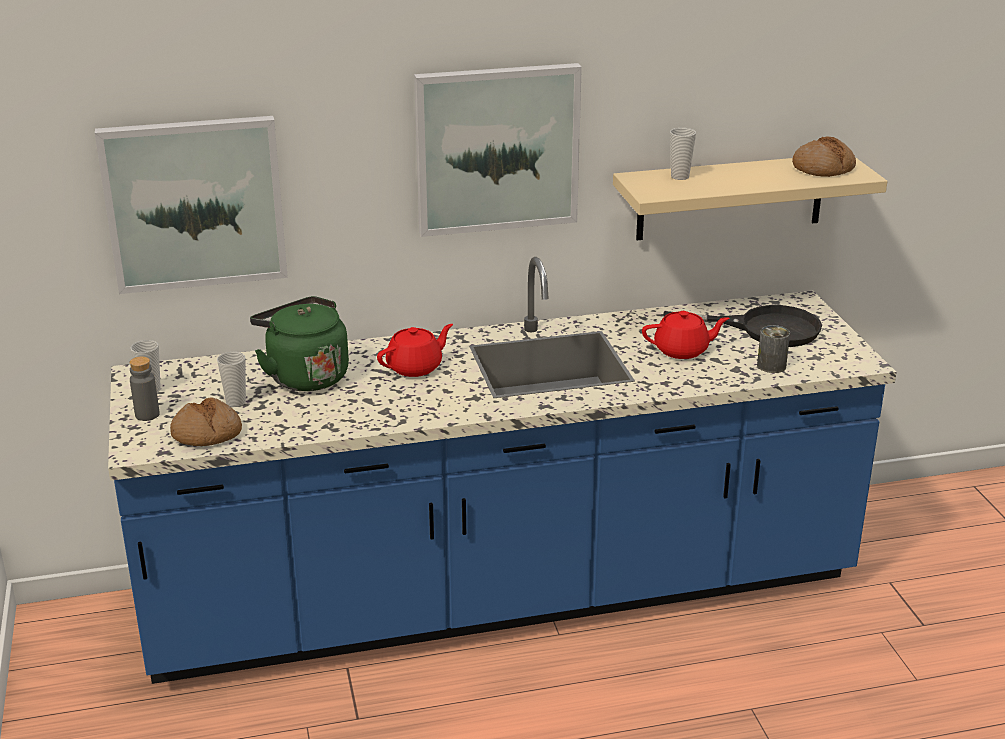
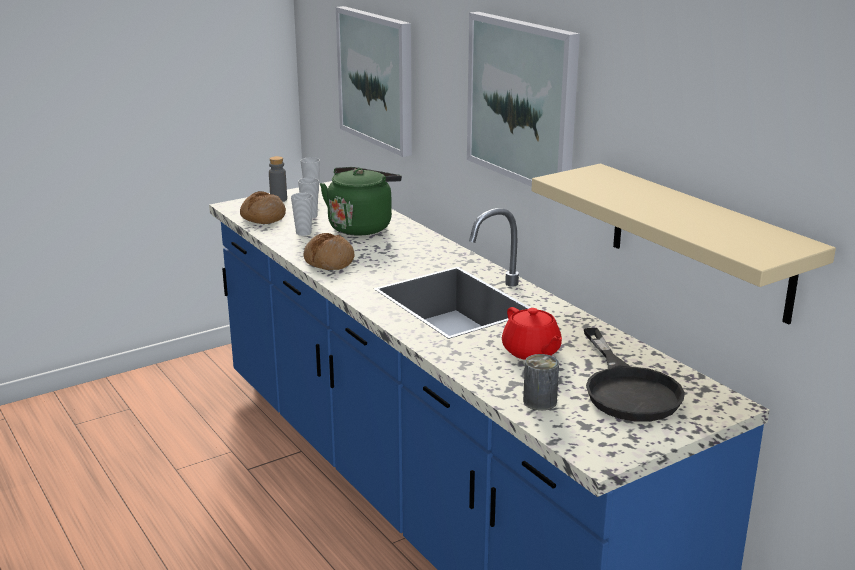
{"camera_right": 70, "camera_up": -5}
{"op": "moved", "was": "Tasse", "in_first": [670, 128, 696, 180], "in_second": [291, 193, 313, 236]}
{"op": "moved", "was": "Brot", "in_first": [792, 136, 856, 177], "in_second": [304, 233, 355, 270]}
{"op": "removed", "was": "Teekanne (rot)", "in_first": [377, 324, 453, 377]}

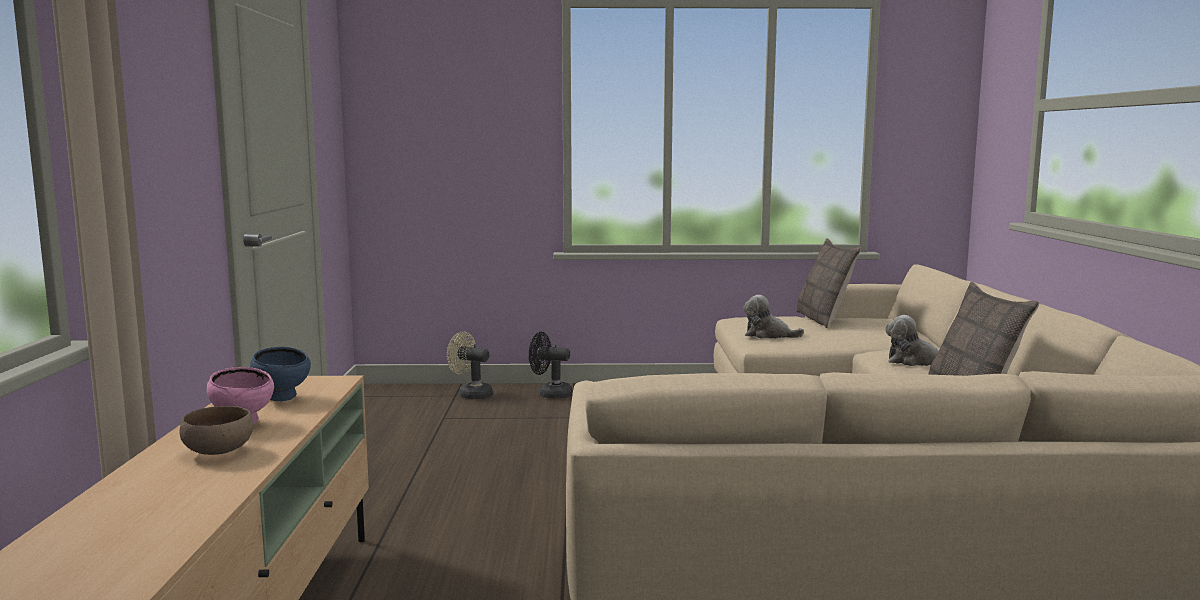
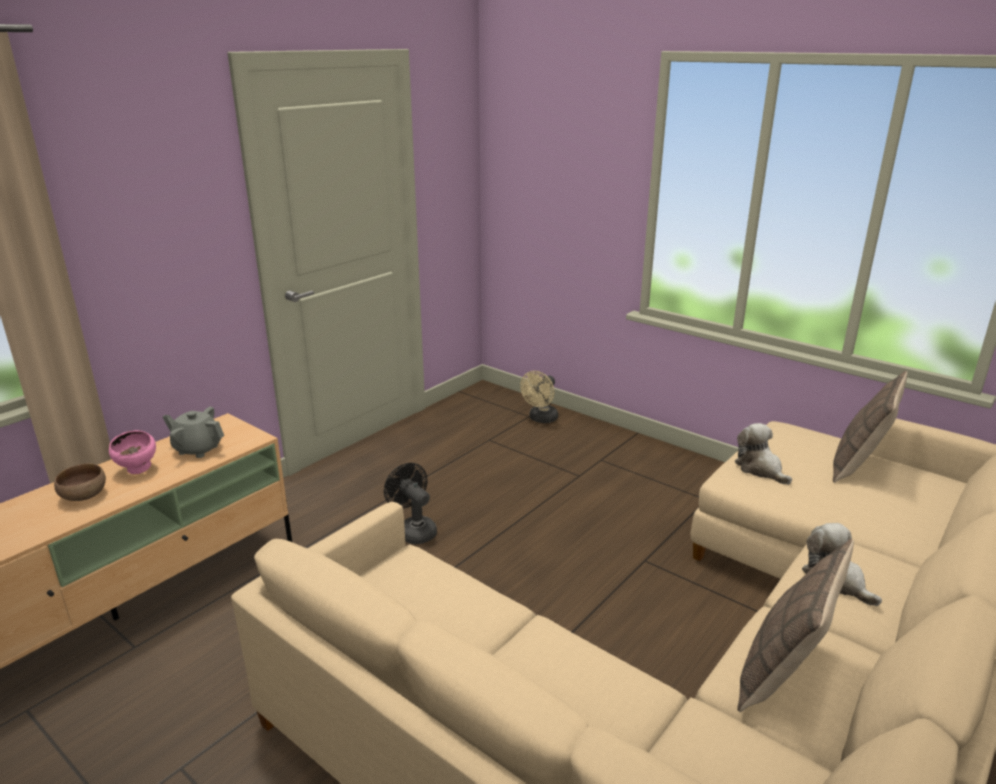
{"camera_right": 40, "camera_up": 15}
{"op": "replaced", "was": "Schüssel (blau)", "now": "Teekanne (grau)", "in_first": [250, 347, 311, 401], "in_second": [163, 407, 224, 458]}
{"op": "moved", "was": "Ventilator (schwarz)", "in_first": [529, 332, 573, 399], "in_second": [384, 463, 437, 544]}
{"op": "turned", "was": "Ventilator (beige)", "in_first": [447, 331, 493, 399], "in_second": [520, 371, 558, 423], "clockwise": -120}

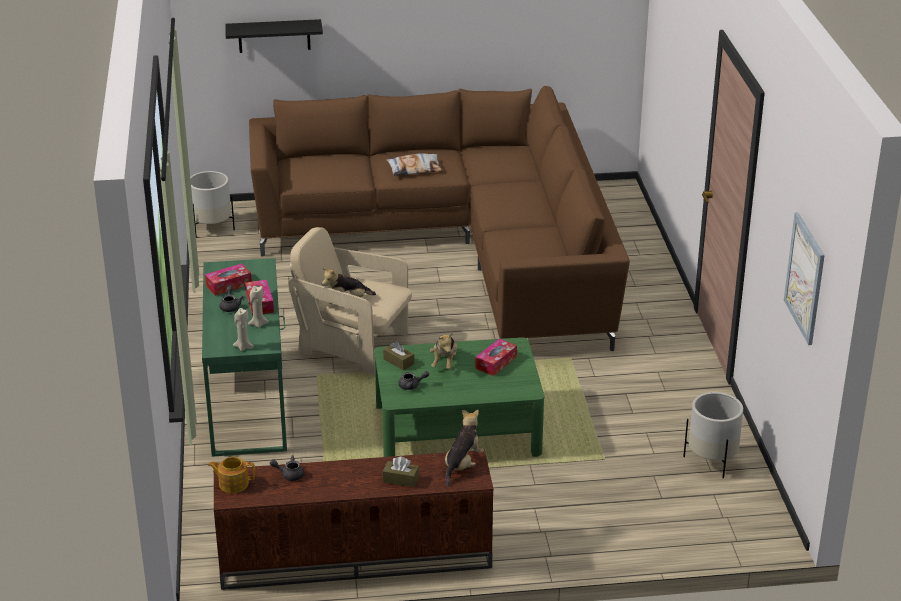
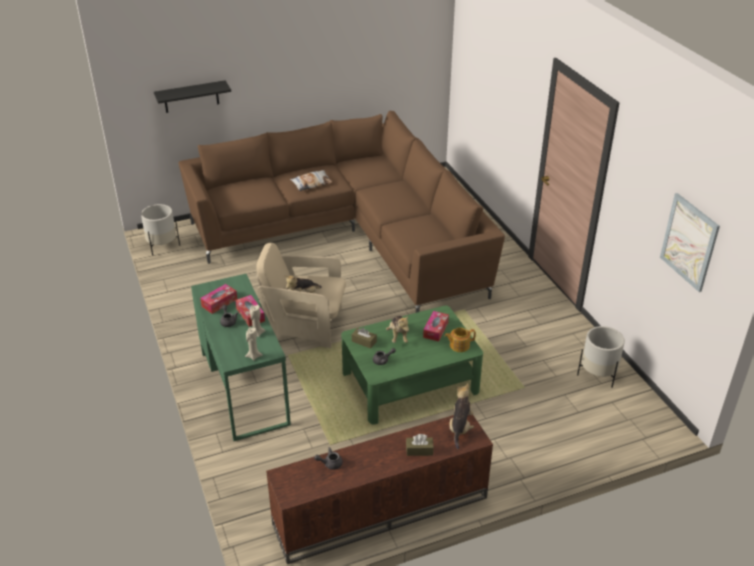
{"camera_right": -15, "camera_up": 5}
{"op": "moved", "was": "Teekanne", "in_first": [208, 457, 255, 493], "in_second": [444, 327, 476, 352]}

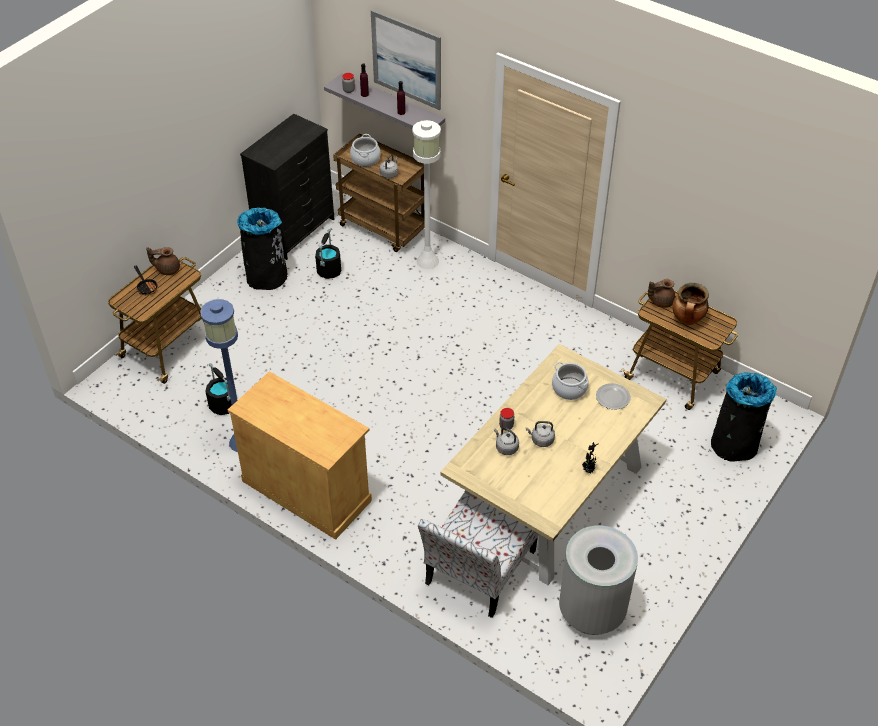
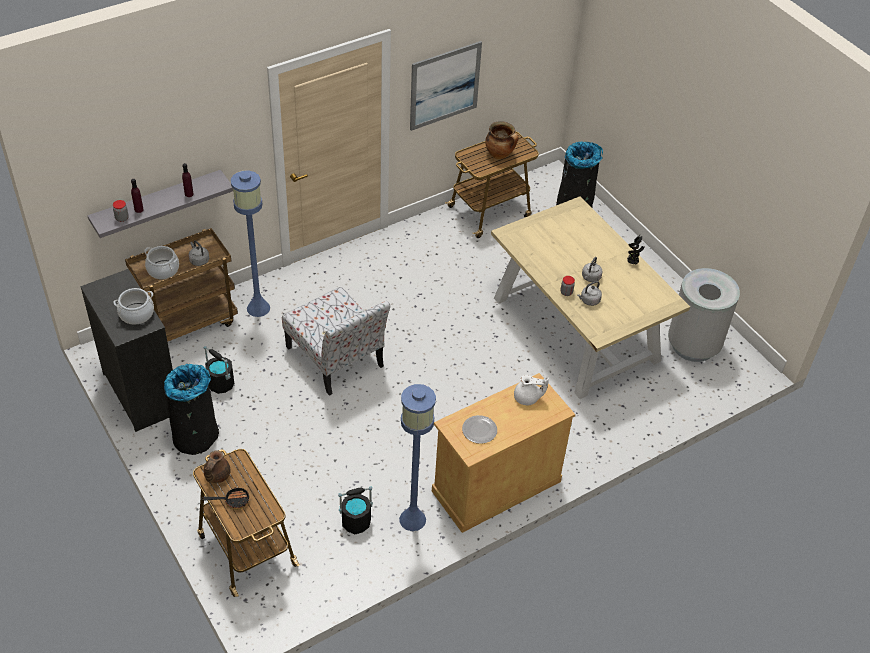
{"camera_right": -70, "camera_up": 0}
{"op": "moved", "was": "Kochtopf", "in_first": [552, 362, 589, 400], "in_second": [113, 288, 154, 325]}
{"op": "recoloured", "was": "Stehlampe (weiß)", "now": "Stehlampe (blau)", "in_first": [412, 120, 441, 269], "in_second": [231, 171, 270, 317]}
{"op": "moved", "was": "Stuhl", "in_first": [418, 493, 538, 618], "in_second": [282, 287, 390, 396]}
{"op": "moved", "was": "Bild", "in_first": [371, 10, 441, 110], "in_second": [410, 41, 482, 131]}
{"op": "moved", "was": "Teller", "in_first": [596, 383, 631, 410], "in_second": [462, 415, 497, 444]}
{"op": "added", "now": "Teekanne (weiß)", "in_second": [514, 375, 549, 405]}
{"op": "removed", "was": "Teekanne (braun)", "in_first": [648, 279, 675, 308]}

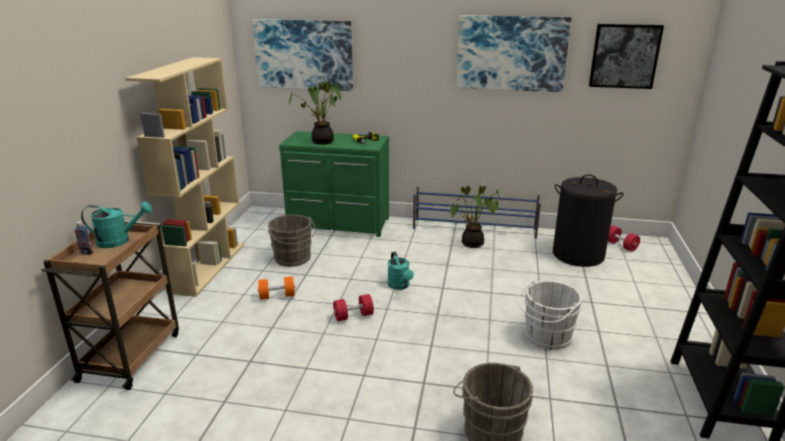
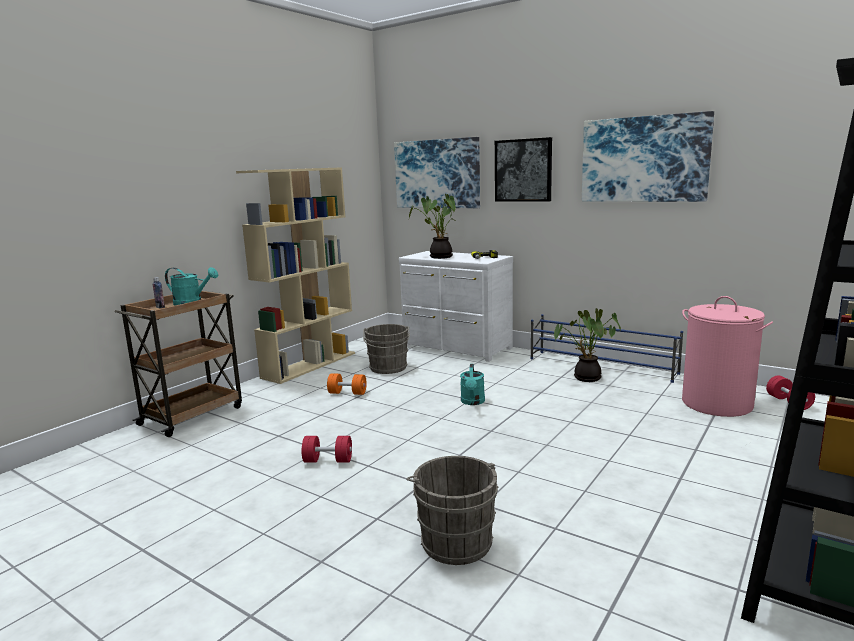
{"camera_right": 25, "camera_up": -10}
{"op": "moved", "was": "Hantel (rot)", "in_first": [333, 294, 374, 321], "in_second": [302, 436, 352, 462]}
{"op": "recoloured", "was": "Kommode (grün)", "now": "Kommode (weiß)", "in_first": [279, 131, 389, 237], "in_second": [399, 251, 513, 362]}
{"op": "moved", "was": "Bild", "in_first": [589, 24, 664, 89], "in_second": [495, 137, 552, 202]}
{"op": "recoloured", "was": "Wäschekorb (schwarz)", "now": "Wäschekorb (rosa)", "in_first": [553, 174, 624, 267], "in_second": [682, 296, 773, 417]}
{"op": "removed", "was": "Eimer (weiß)", "in_first": [518, 280, 582, 350]}

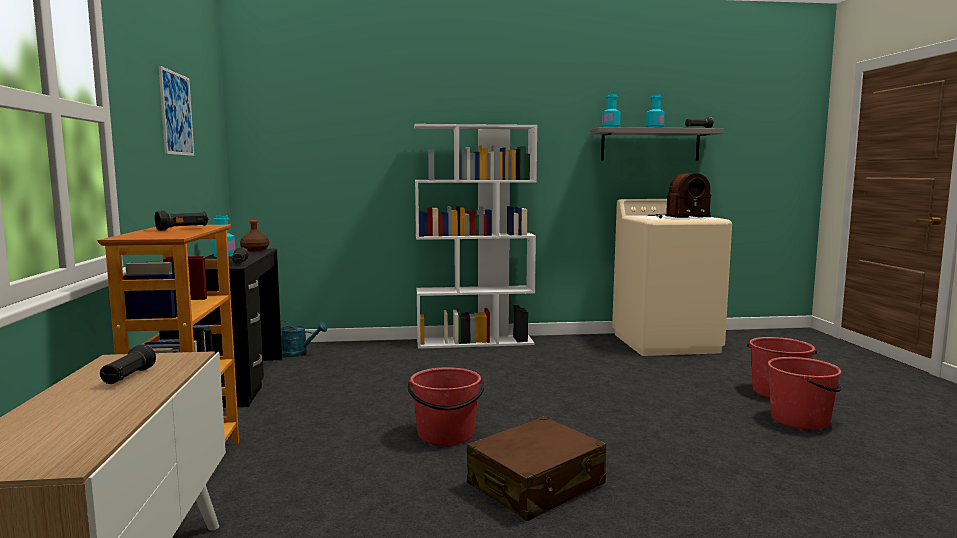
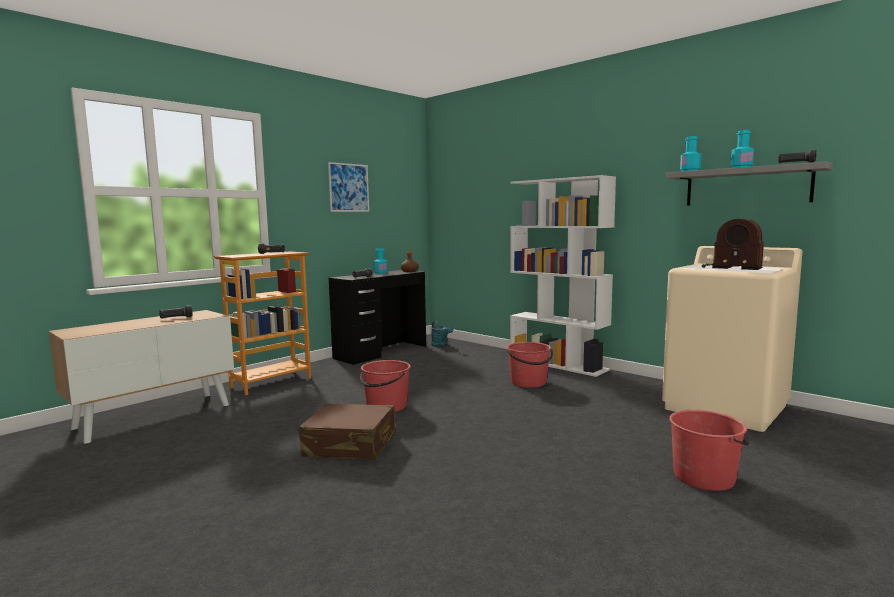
{"camera_right": 50, "camera_up": 0}
{"op": "moved", "was": "Eimer (rot)", "in_first": [768, 357, 842, 430], "in_second": [507, 342, 553, 388]}

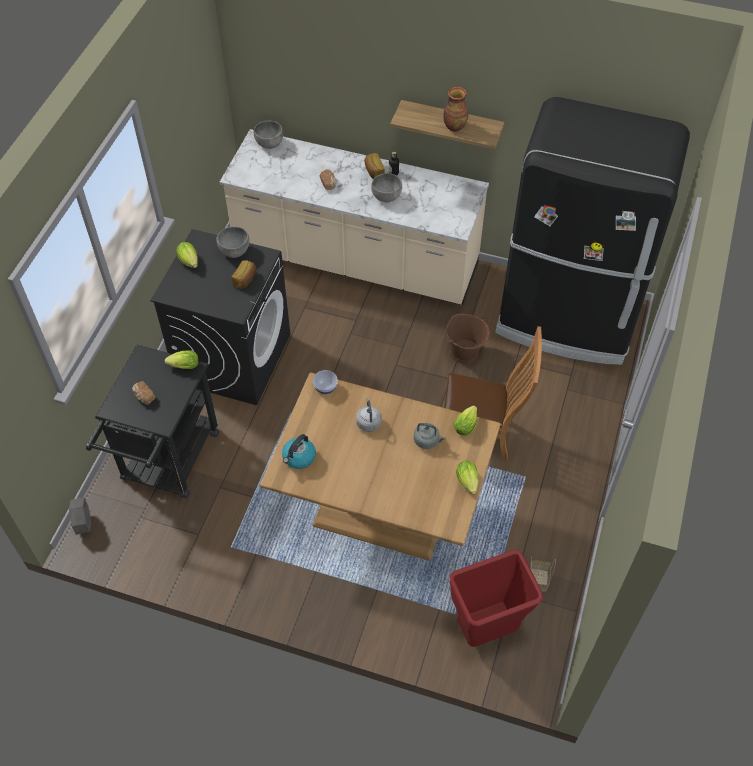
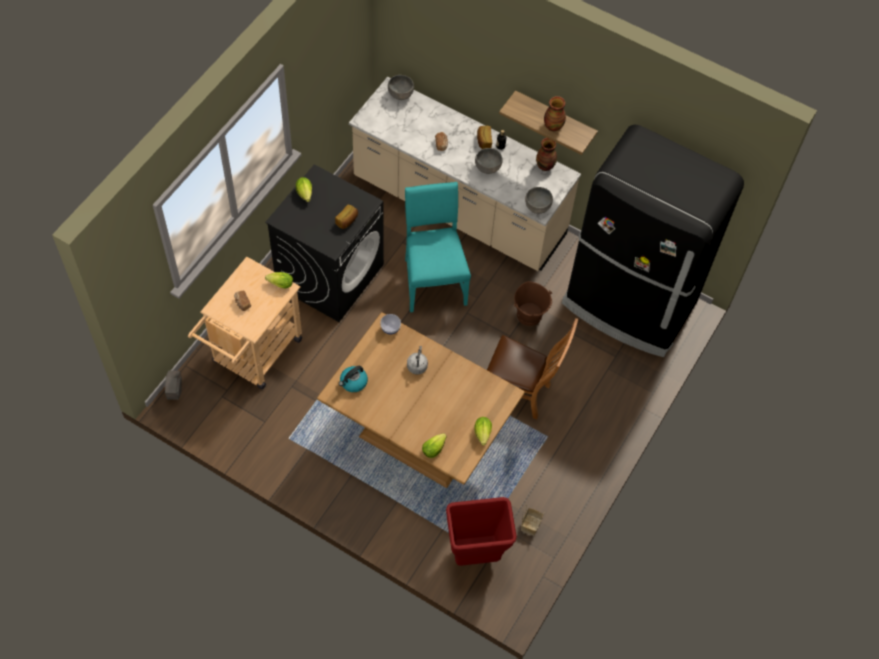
{"camera_right": 10, "camera_up": 5}
{"op": "recoloured", "was": "Rollwagen (schwarz)", "now": "Rollwagen (beige)", "in_first": [86, 345, 219, 498], "in_second": [188, 257, 302, 389]}
{"op": "added", "now": "Stuhl (türkis)", "in_second": [405, 182, 471, 312]}
{"op": "moved", "was": "Salatkopf", "in_first": [453, 406, 477, 436], "in_second": [422, 433, 447, 458]}
{"op": "moved", "was": "Schüssel (grau)", "in_first": [217, 226, 250, 258], "in_second": [525, 187, 553, 214]}
{"op": "added", "now": "Vase", "in_second": [536, 138, 557, 171]}
{"op": "removed", "was": "Wasserkessel (grau)", "in_first": [414, 423, 446, 449]}

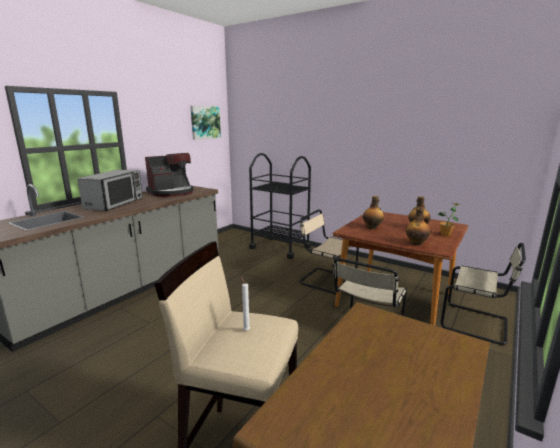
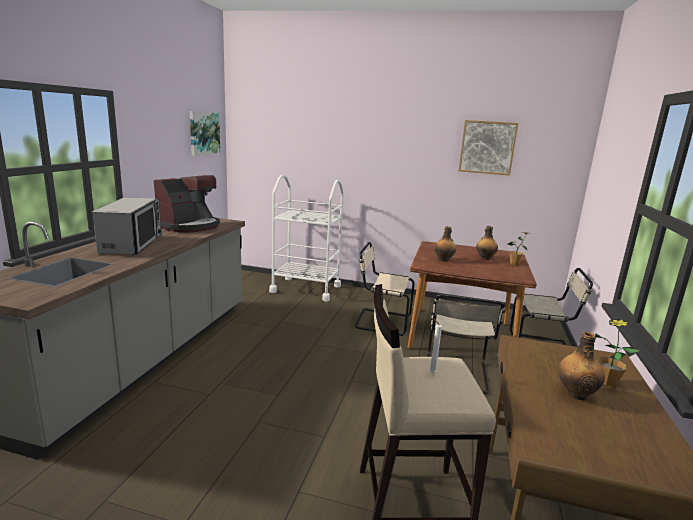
{"camera_right": -20, "camera_up": 0}
{"op": "recoloured", "was": "Rollwagen (schwarz)", "now": "Rollwagen (weiß)", "in_first": [249, 153, 311, 259], "in_second": [269, 175, 344, 301]}
{"op": "added", "now": "Bild", "in_second": [458, 120, 518, 176]}
{"op": "moved", "was": "Flasche", "in_first": [406, 207, 430, 246], "in_second": [558, 332, 605, 400]}
{"op": "added", "now": "Topfpflanze", "in_second": [595, 319, 639, 386]}

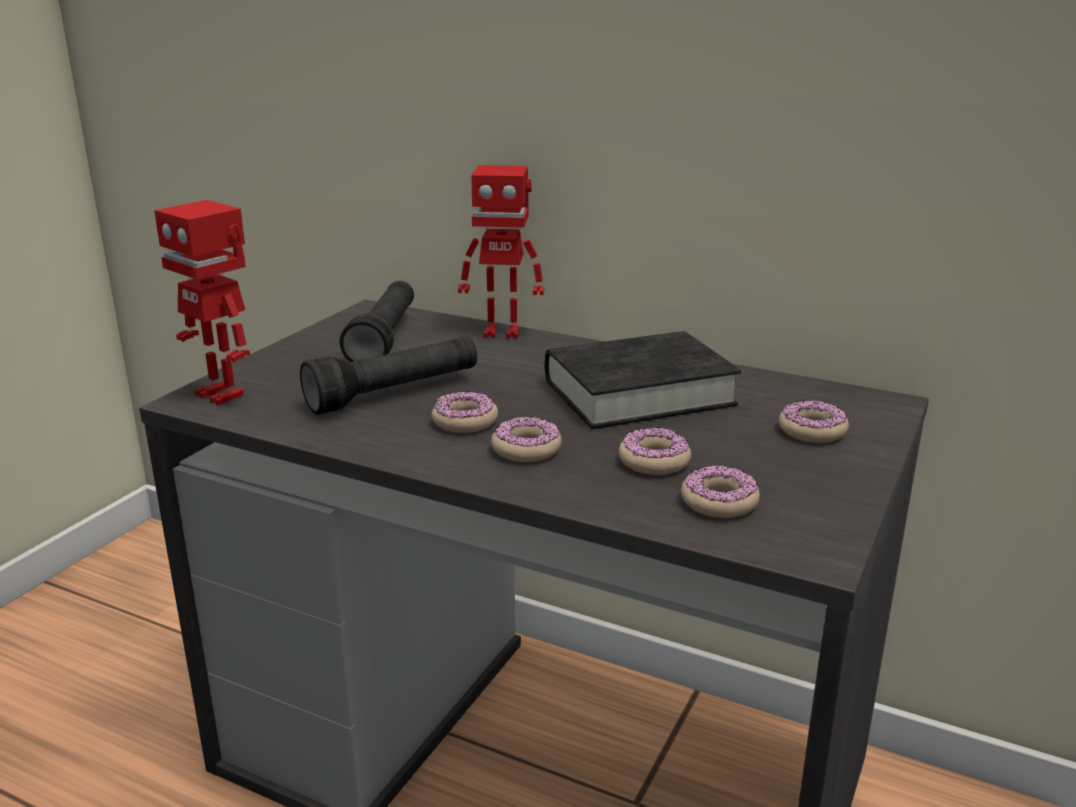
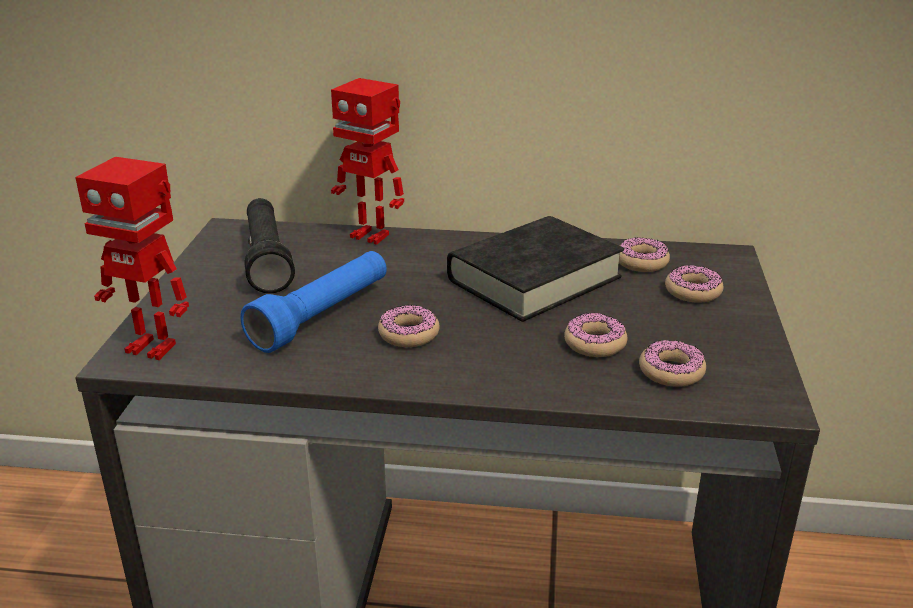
{"camera_right": -20, "camera_up": 5}
{"op": "recoloured", "was": "Taschenlampe (schwarz)", "now": "Taschenlampe (blau)", "in_first": [300, 337, 477, 415], "in_second": [241, 251, 387, 353]}
{"op": "turned", "was": "Spielzeugroboter", "in_first": [458, 165, 544, 339], "in_second": [331, 78, 404, 245], "clockwise": 45}
{"op": "moved", "was": "Donut", "in_first": [491, 416, 562, 462], "in_second": [619, 237, 670, 272]}

